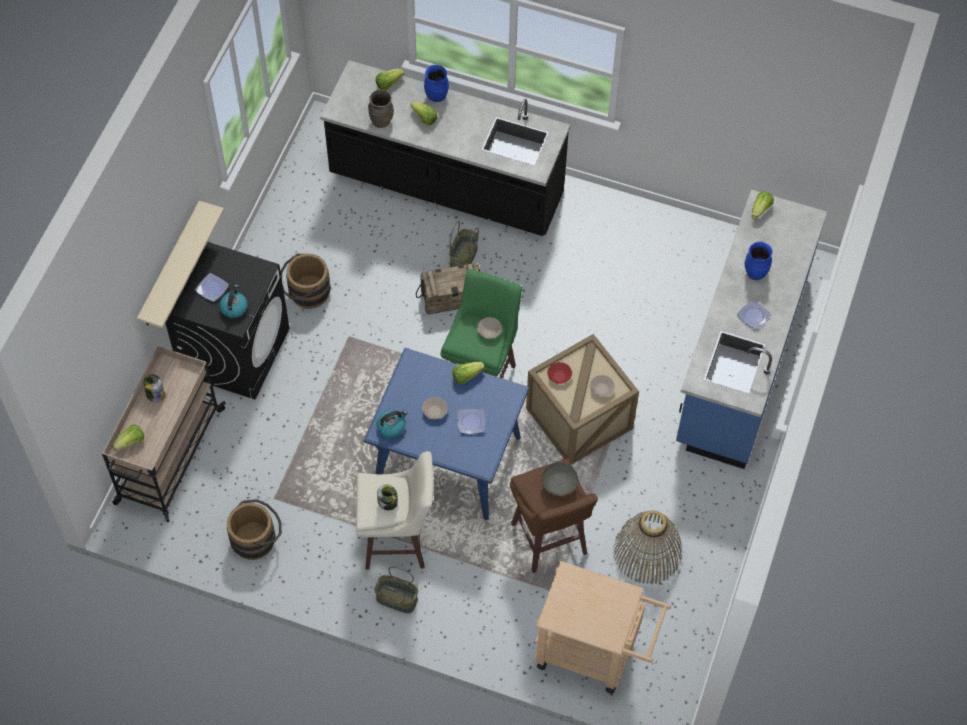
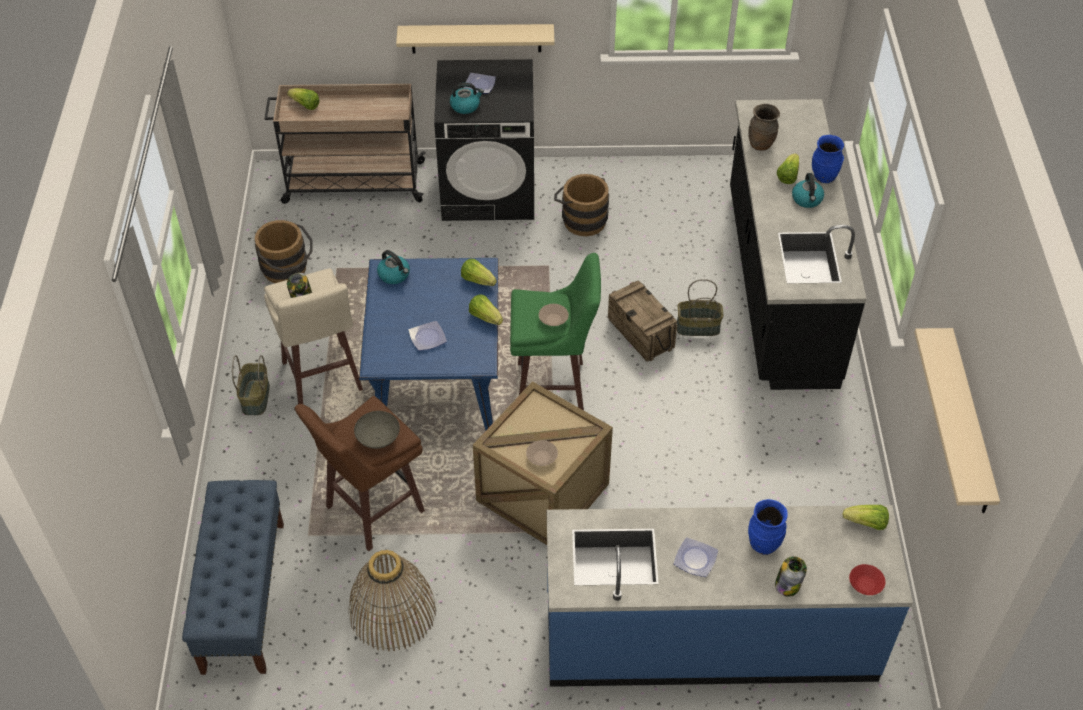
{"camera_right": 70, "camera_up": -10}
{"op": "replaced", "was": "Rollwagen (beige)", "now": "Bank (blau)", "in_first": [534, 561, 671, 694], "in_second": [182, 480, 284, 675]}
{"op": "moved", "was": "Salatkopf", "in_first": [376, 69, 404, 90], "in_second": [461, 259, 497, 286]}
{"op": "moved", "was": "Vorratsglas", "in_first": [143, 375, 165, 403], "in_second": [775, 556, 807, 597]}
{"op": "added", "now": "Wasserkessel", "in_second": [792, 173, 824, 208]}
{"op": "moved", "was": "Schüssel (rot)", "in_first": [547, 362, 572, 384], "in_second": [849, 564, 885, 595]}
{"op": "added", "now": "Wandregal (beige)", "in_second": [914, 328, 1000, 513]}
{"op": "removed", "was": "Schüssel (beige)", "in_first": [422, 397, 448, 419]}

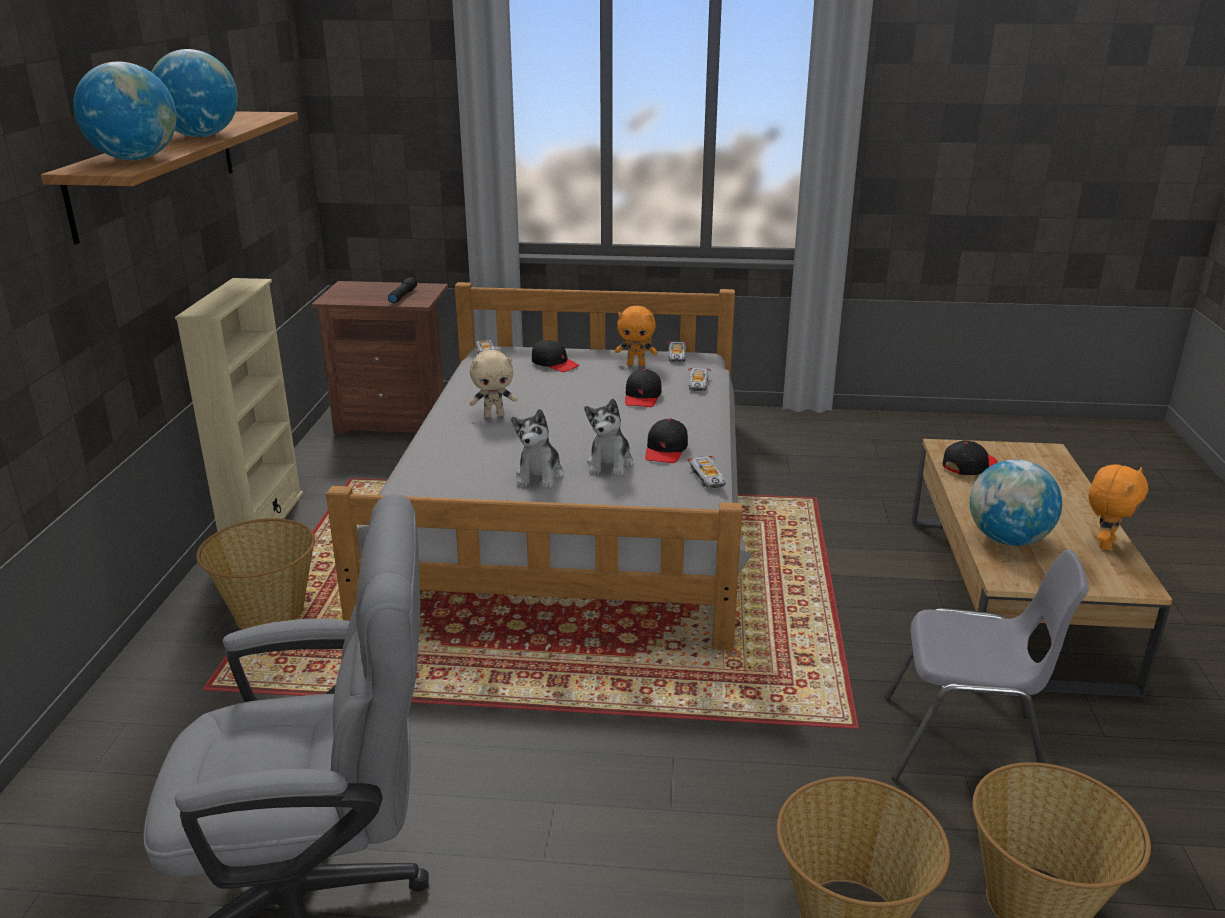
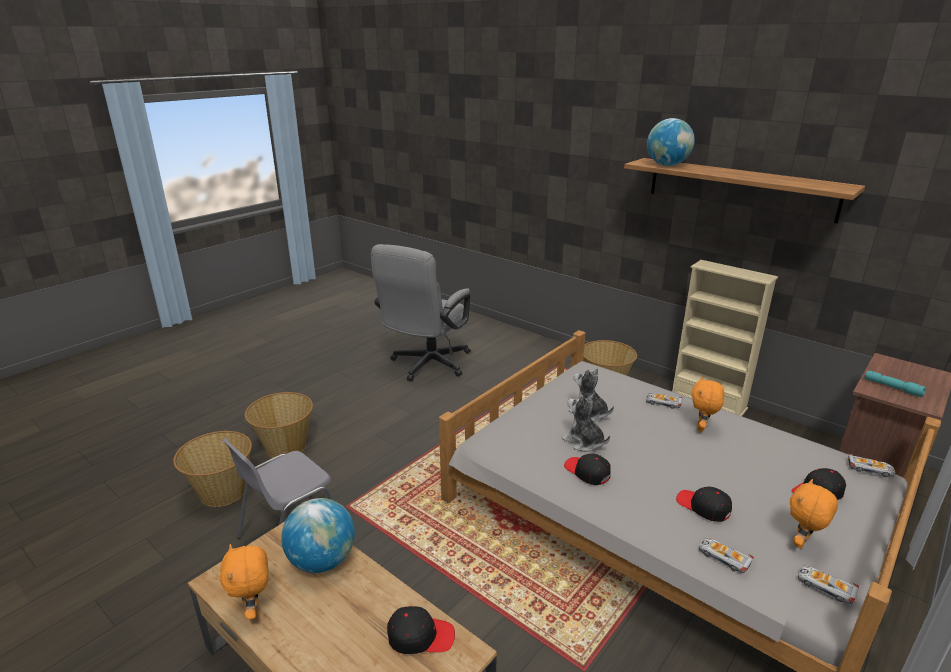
{"camera_right": 125, "camera_up": 0}
{"op": "turned", "was": "Kappe (schwarz)", "in_first": [942, 441, 998, 475], "in_second": [387, 606, 455, 654], "clockwise": -90}
{"op": "moved", "was": "Spielzeugauto", "in_first": [687, 456, 726, 489], "in_second": [646, 393, 682, 409]}
{"op": "recoloured", "was": "Plüschtier (beige)", "now": "Plüschtier (orange)", "in_first": [469, 350, 517, 418], "in_second": [692, 377, 725, 432]}
{"op": "recoloured", "was": "Taschenlampe (schwarz)", "now": "Taschenlampe (türkis)", "in_first": [388, 277, 417, 303], "in_second": [865, 370, 926, 397]}
{"op": "removed", "was": "Globus", "in_first": [151, 49, 238, 137]}

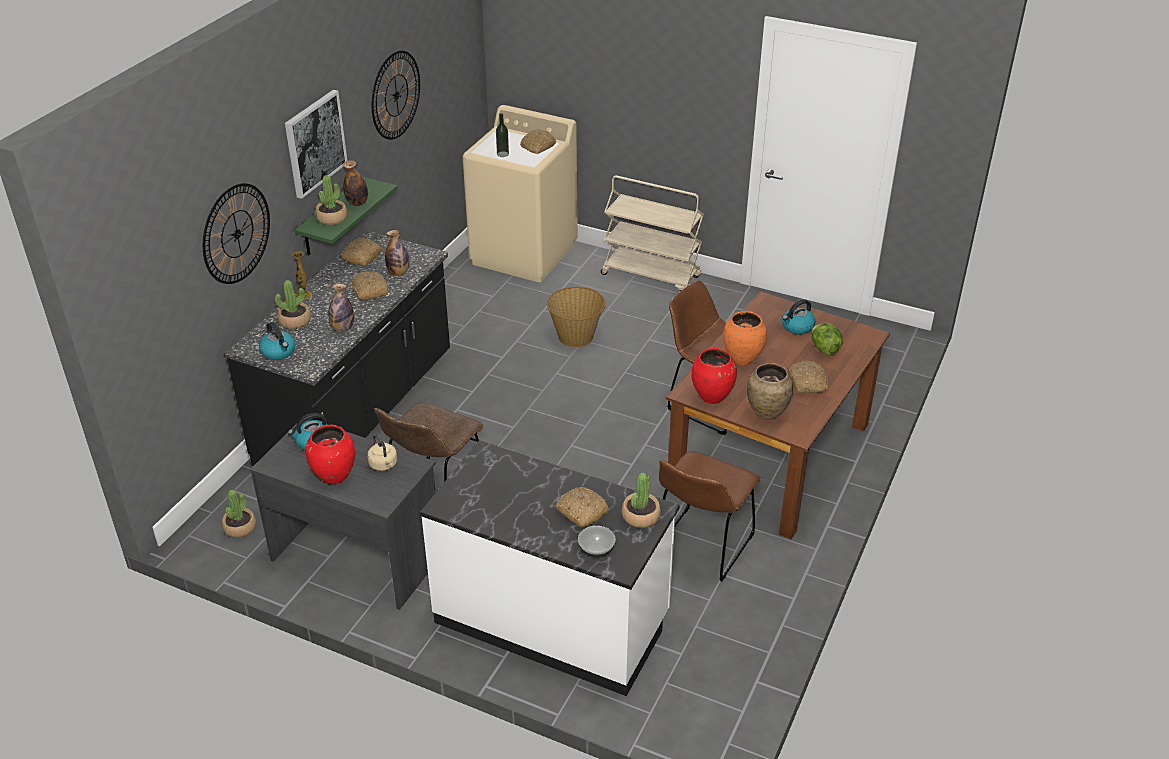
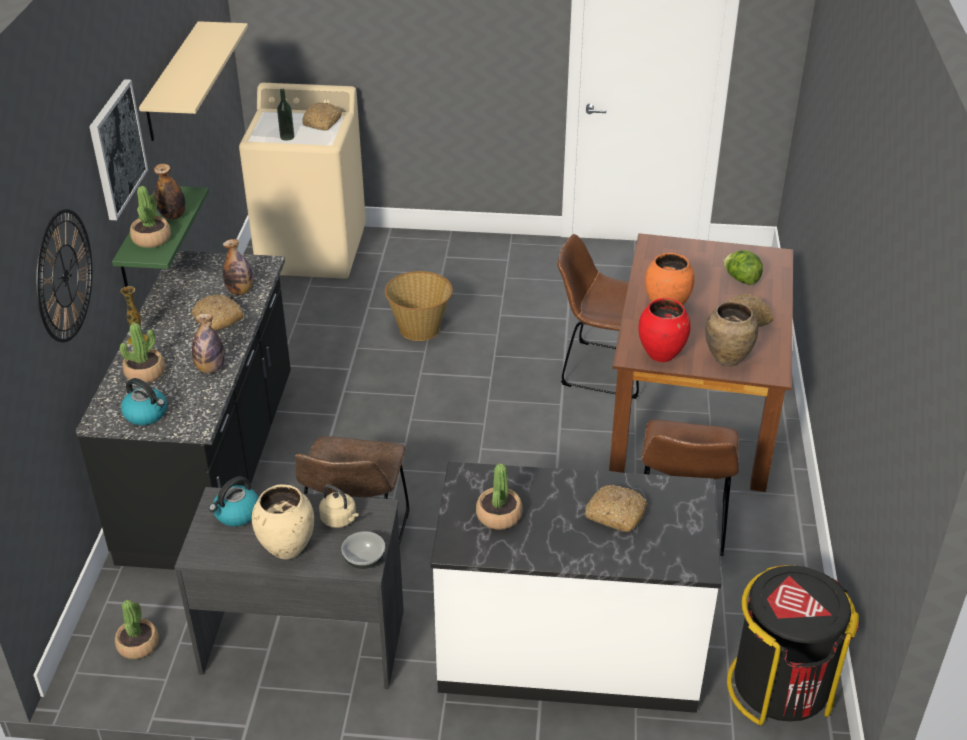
{"camera_right": -20, "camera_up": 0}
{"op": "replaced", "was": "Wanduhr", "now": "Wandregal (beige)", "in_first": [372, 50, 420, 140], "in_second": [139, 21, 248, 141]}
{"op": "recoloured", "was": "Vase (rot)", "now": "Vase (beige)", "in_first": [305, 425, 355, 484], "in_second": [252, 484, 314, 559]}
{"op": "moved", "was": "Schüssel", "in_first": [578, 526, 616, 558], "in_second": [341, 531, 385, 569]}
{"op": "moved", "was": "Topfpflanze", "in_first": [622, 473, 661, 528], "in_second": [476, 464, 523, 530]}
{"op": "added", "now": "Mülleimer (schwarz)", "in_second": [727, 565, 859, 725]}
{"op": "removed", "was": "Brot", "in_first": [341, 238, 382, 266]}
{"op": "removed", "was": "Rollwagen (beige)", "in_first": [601, 176, 704, 292]}
{"op": "removed", "was": "Wasserkessel", "in_first": [782, 299, 815, 335]}

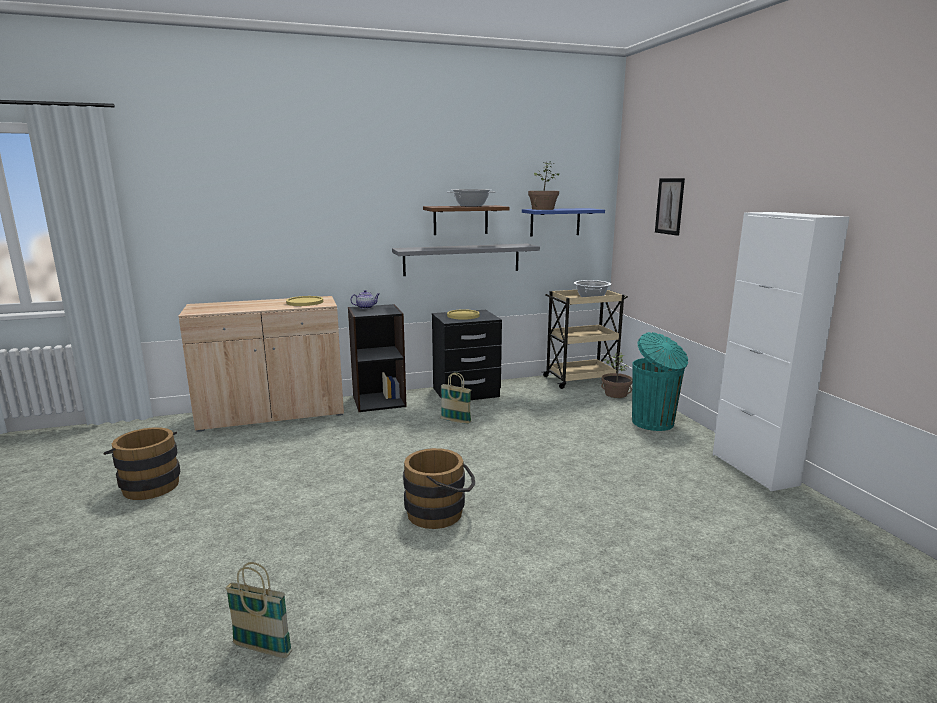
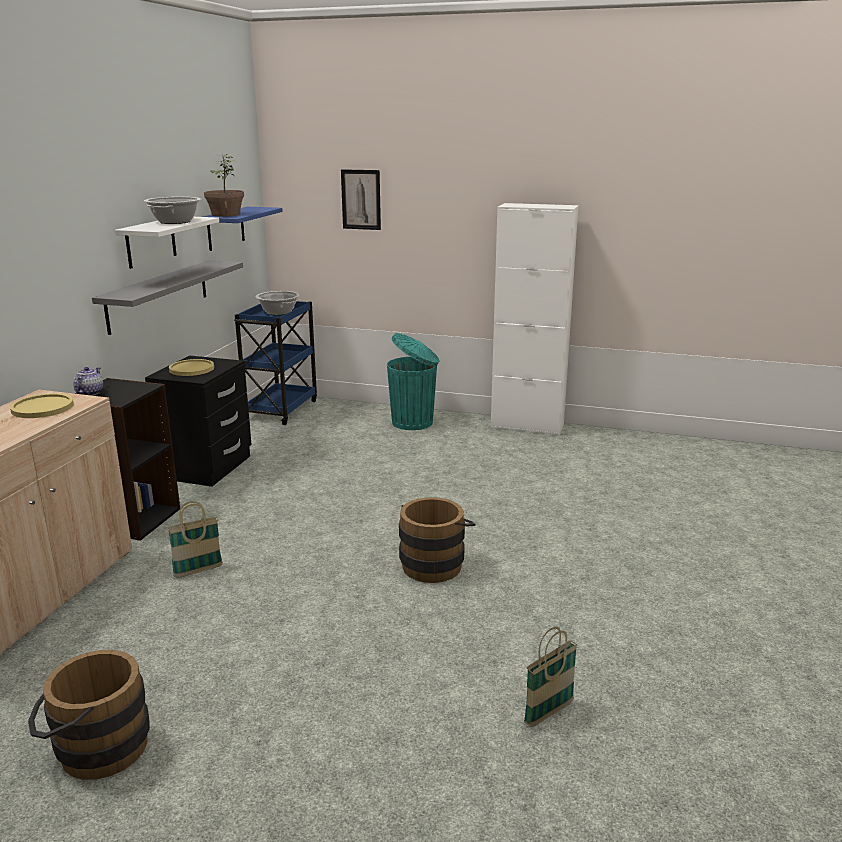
{"camera_right": -55, "camera_up": 5}
{"op": "recoloured", "was": "Wandregal (braun)", "now": "Wandregal (weiß)", "in_first": [423, 205, 510, 235], "in_second": [114, 217, 219, 269]}
{"op": "moved", "was": "Korb", "in_first": [441, 372, 471, 424], "in_second": [167, 501, 223, 578]}
{"op": "recoloured", "was": "Rollwagen (beige)", "now": "Rollwagen (blau)", "in_first": [542, 290, 628, 389], "in_second": [234, 301, 317, 425]}
{"op": "removed", "was": "Topfpflanze", "in_first": [601, 352, 632, 398]}

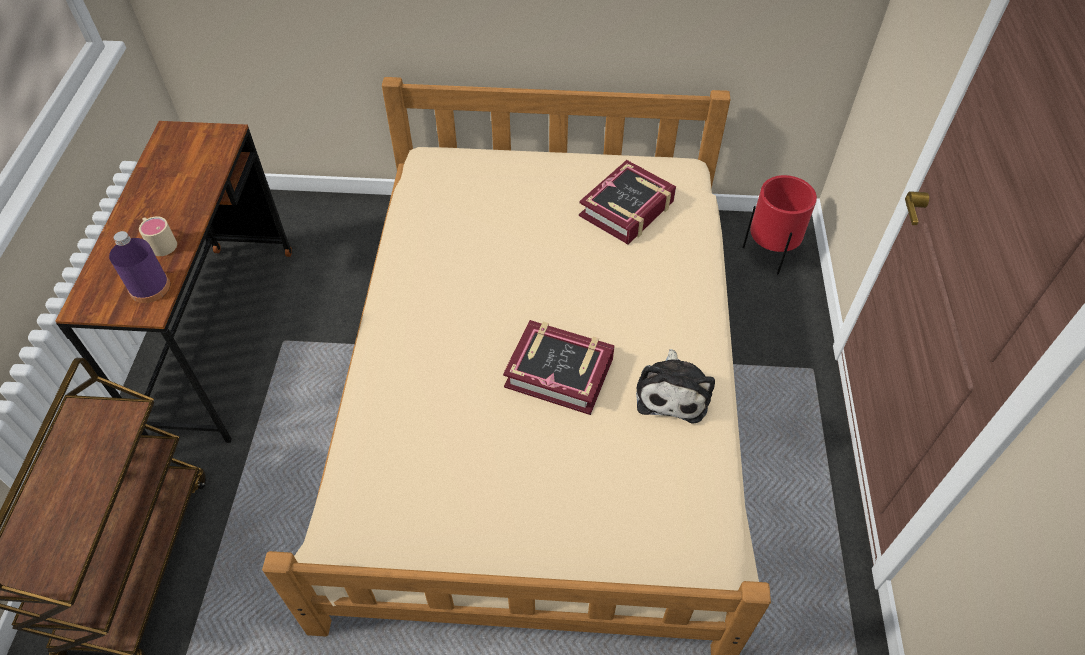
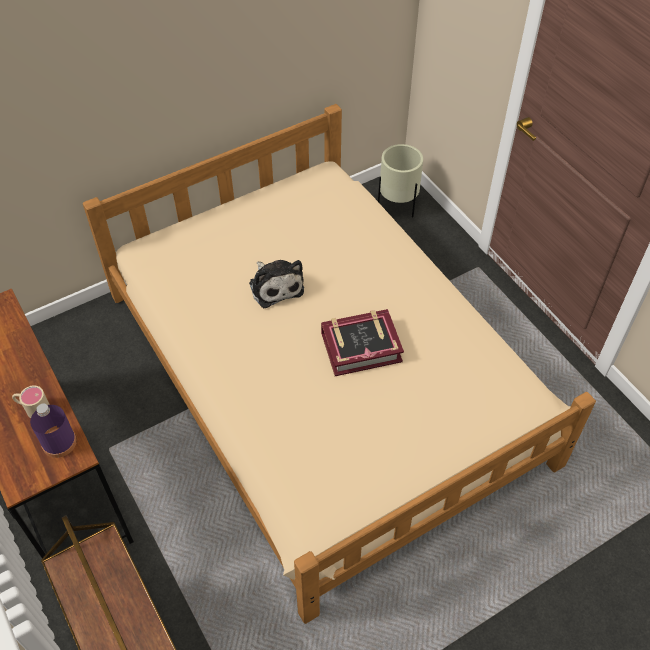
{"camera_right": -35, "camera_up": 0}
{"op": "moved", "was": "Plüschtier", "in_first": [636, 349, 715, 423], "in_second": [249, 260, 304, 308]}
{"op": "recoloured", "was": "Pflanzkübel (rot)", "now": "Pflanzkübel (beige)", "in_first": [743, 175, 817, 275], "in_second": [378, 144, 423, 218]}
{"op": "removed", "was": "Buch", "in_first": [579, 160, 676, 244]}

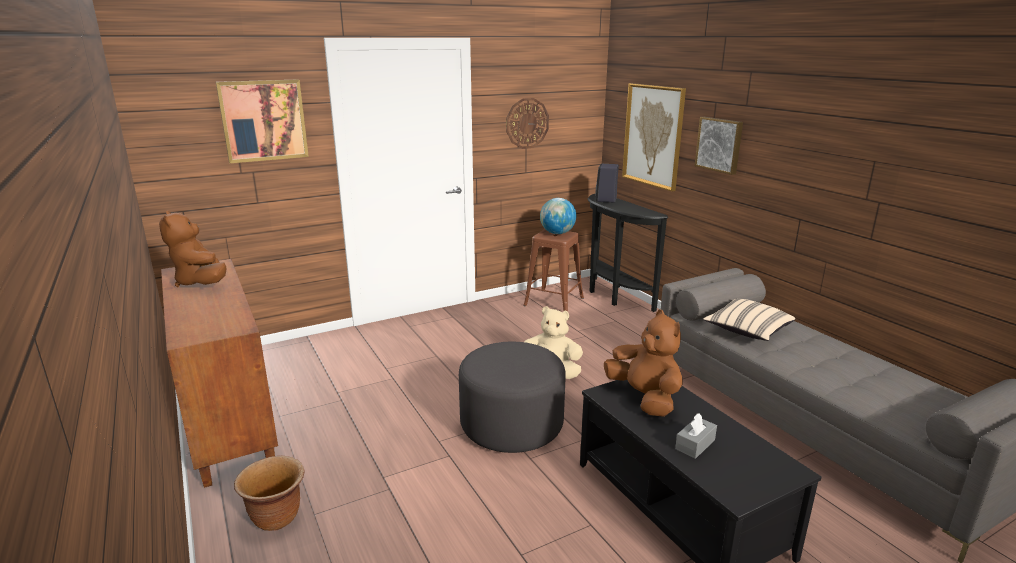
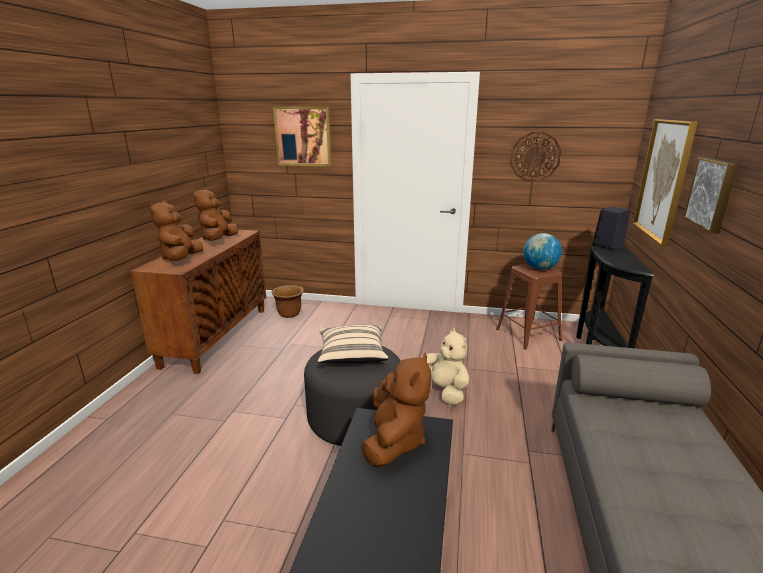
{"camera_right": 40, "camera_up": 0}
{"op": "added", "now": "Plüschtier (braun)", "in_second": [150, 201, 203, 261]}
{"op": "moved", "was": "Pflanzkübel (braun)", "in_first": [234, 456, 304, 531], "in_second": [271, 285, 304, 318]}
{"op": "moved", "was": "Kissen (beige)", "in_first": [703, 299, 795, 341], "in_second": [318, 325, 388, 363]}
{"op": "removed", "was": "Taschentuchbox (grau)", "in_first": [675, 413, 717, 459]}

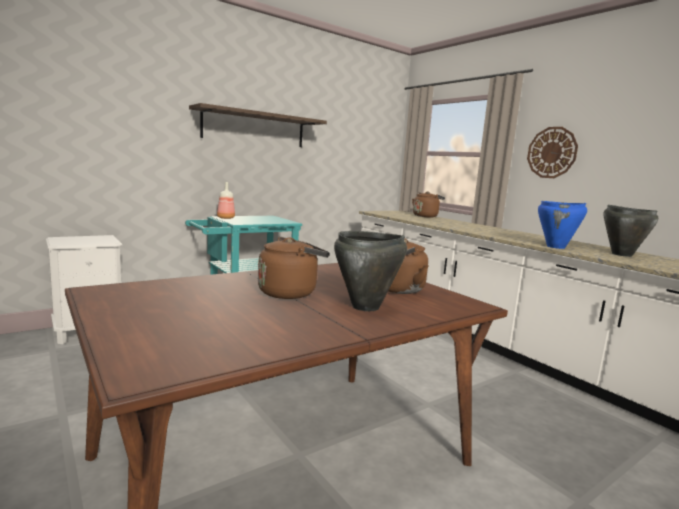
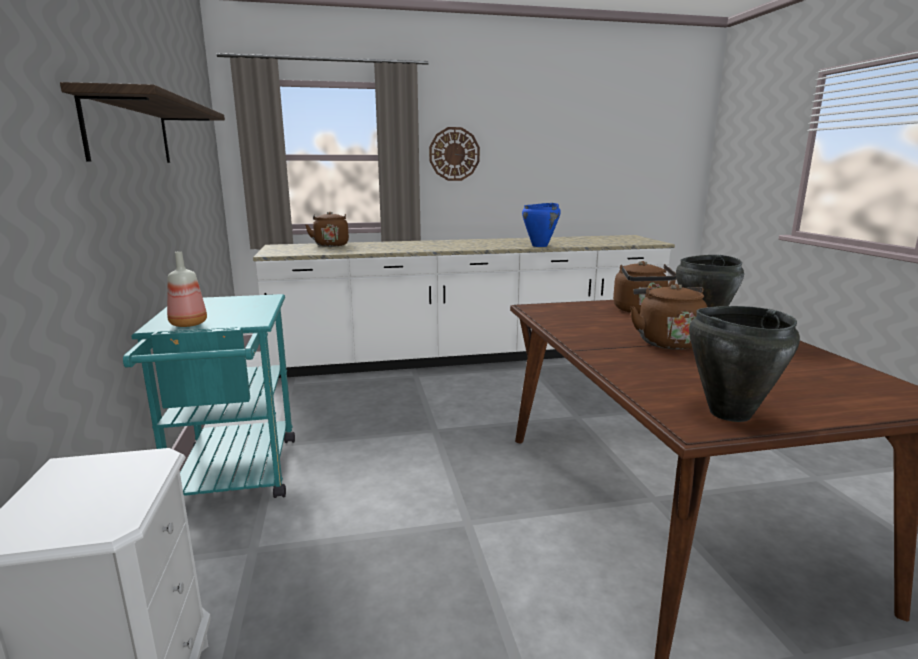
{"camera_right": -65, "camera_up": 5}
{"op": "moved", "was": "Kochtopf (schwarz)", "in_first": [604, 205, 658, 257], "in_second": [689, 306, 800, 422]}

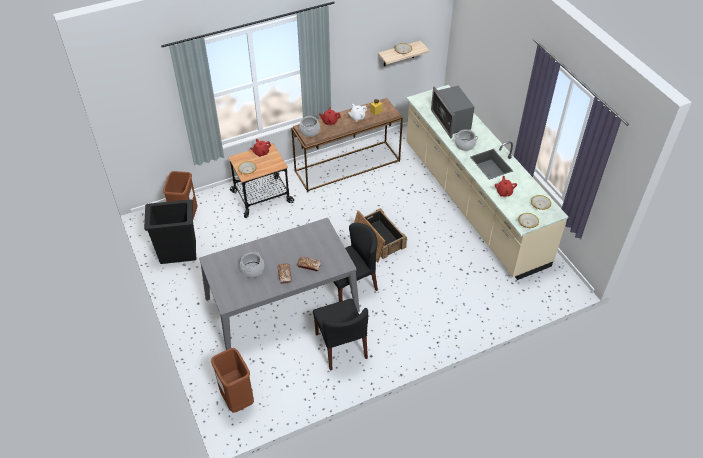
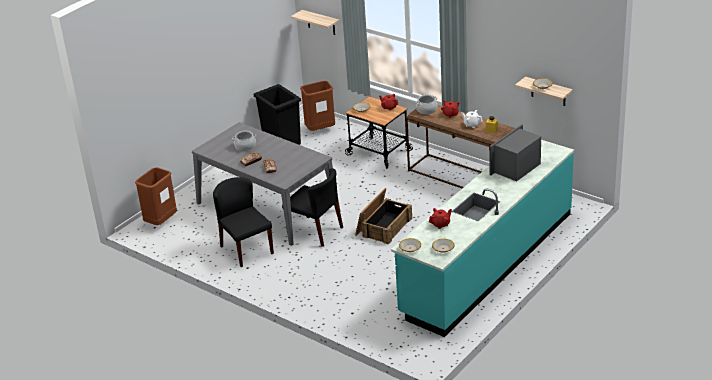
{"camera_right": 65, "camera_up": -15}
{"op": "turned", "was": "Stuhl (schwarz)", "in_first": [313, 299, 368, 371], "in_second": [213, 177, 274, 267], "clockwise": 105}
{"op": "added", "now": "Wandregal", "in_second": [291, 10, 339, 35]}
{"op": "recoloured", "was": "Küchenzeile (beige)", "now": "Küchenzeile (türkis)", "in_first": [406, 85, 568, 280], "in_second": [391, 140, 574, 337]}
{"op": "removed", "was": "Kochtopf", "in_first": [454, 129, 478, 151]}

